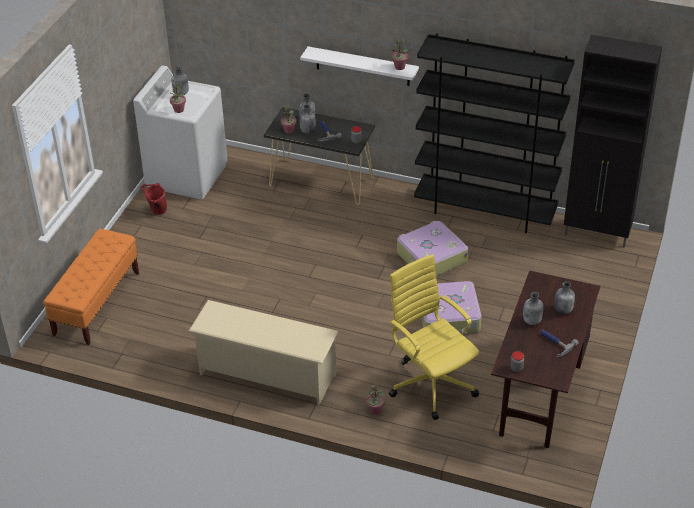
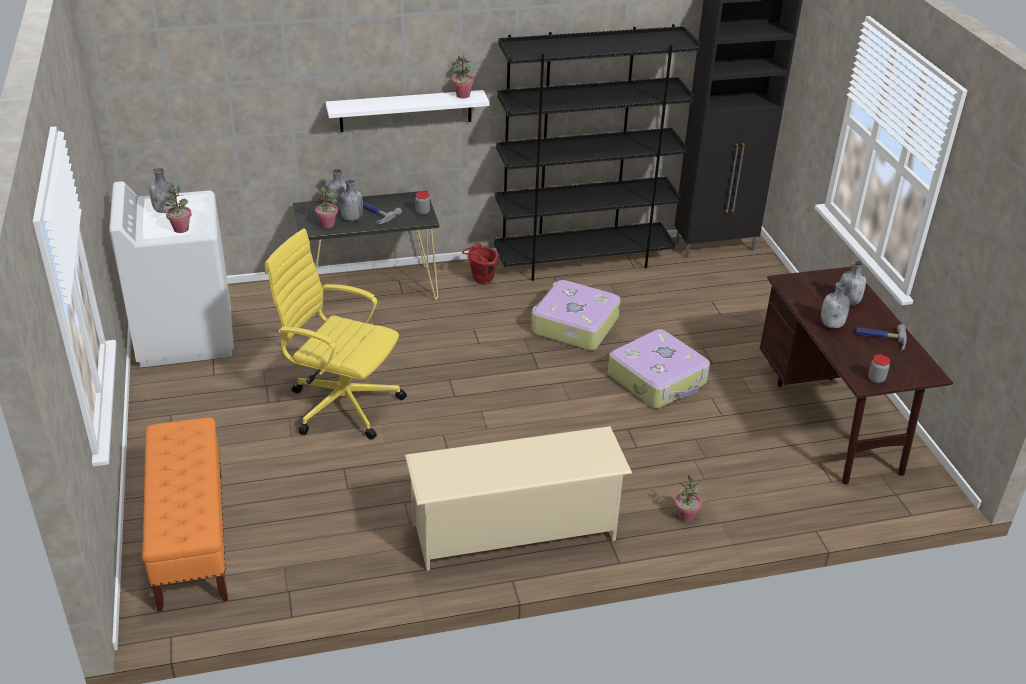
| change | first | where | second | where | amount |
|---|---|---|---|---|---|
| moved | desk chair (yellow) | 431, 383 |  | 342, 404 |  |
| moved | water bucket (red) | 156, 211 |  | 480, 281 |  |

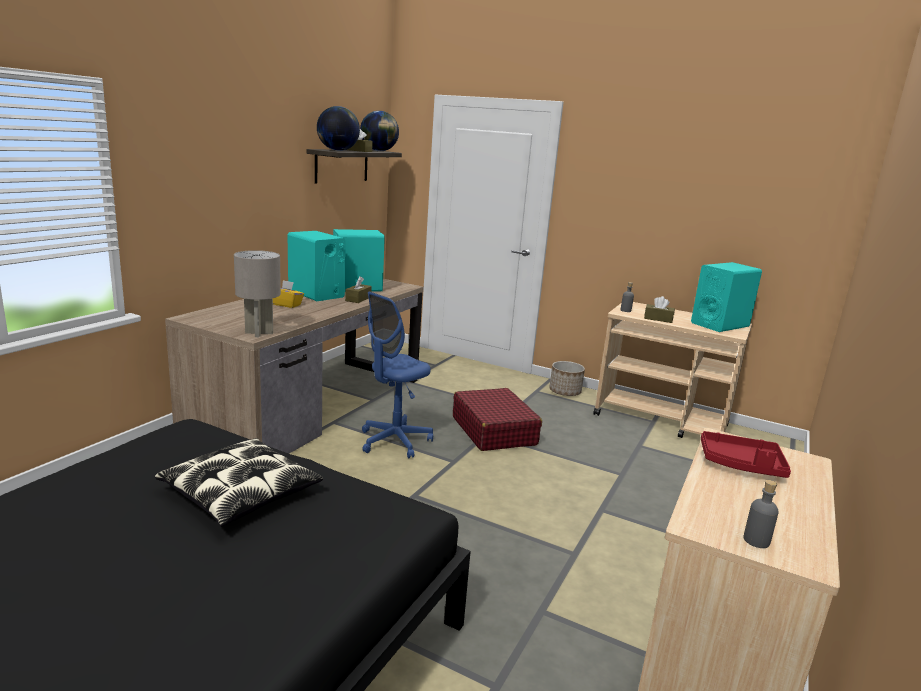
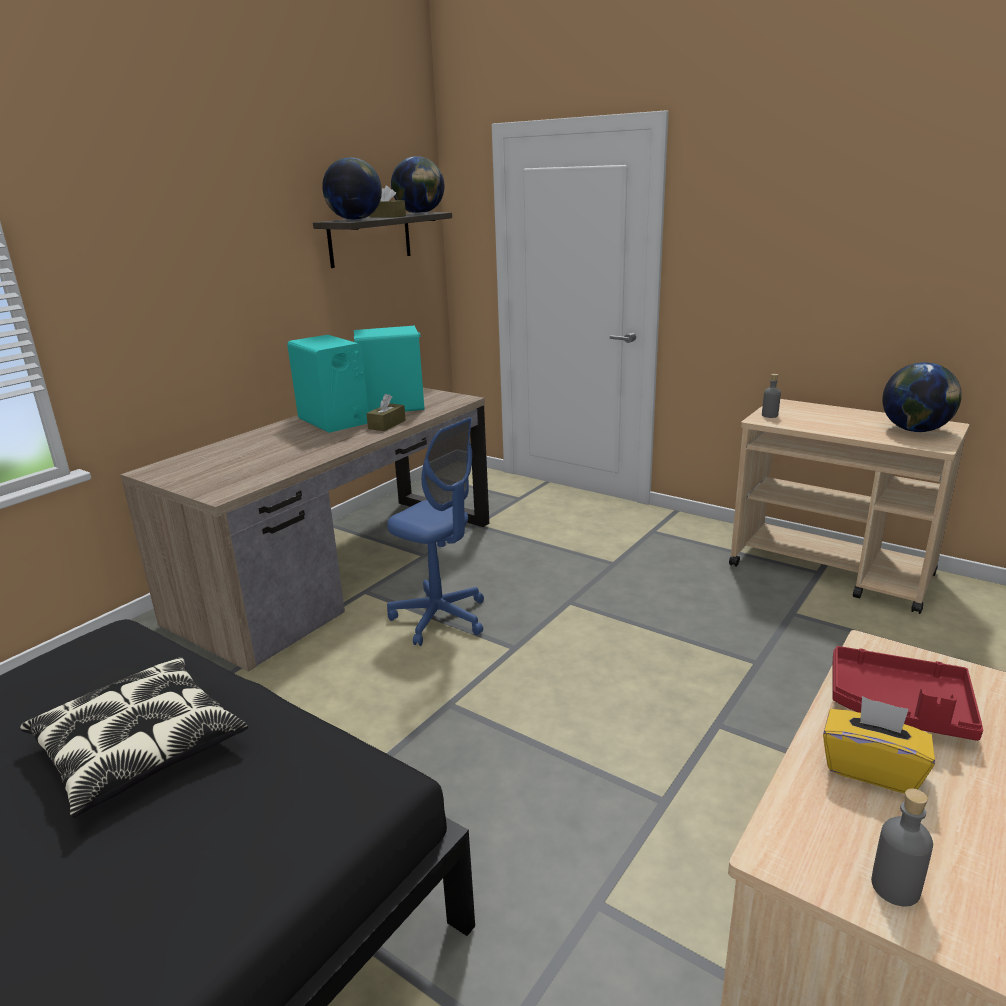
| change | first | where | second | where | amount |
|---|---|---|---|---|---|
| turned | desk chair (blue) | 394, 441 |  | 440, 618 | 105 degrees counterclockwise |
| moved | tissue box (yellow) | 286, 304 |  | 871, 768 |  |
| replaced | loudspeaker (turquoise-coloured) | 720, 325 | globe | 915, 430 |  |
| removed | lamp for a table (gray) | 259, 333 |  |  |  |
| removed | suitcase (red) | 494, 431 |  |  |  |
| removed | plant pot | 565, 392 |  |  |  |
| removed | tissue box (brownish) | 658, 319 |  |  |  |

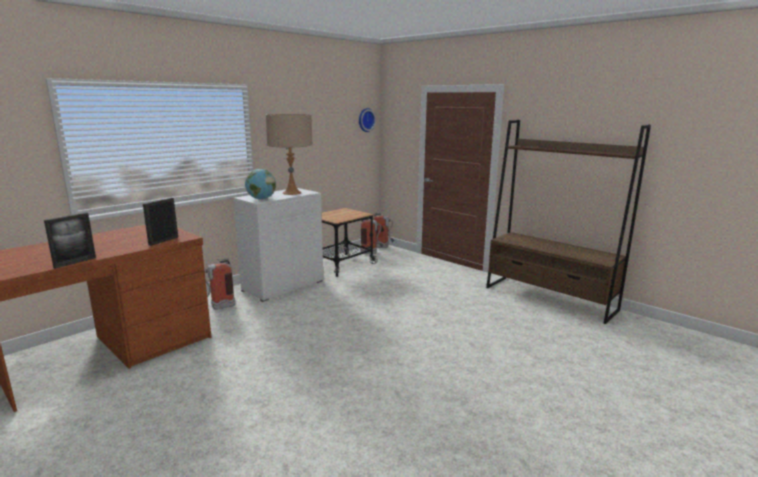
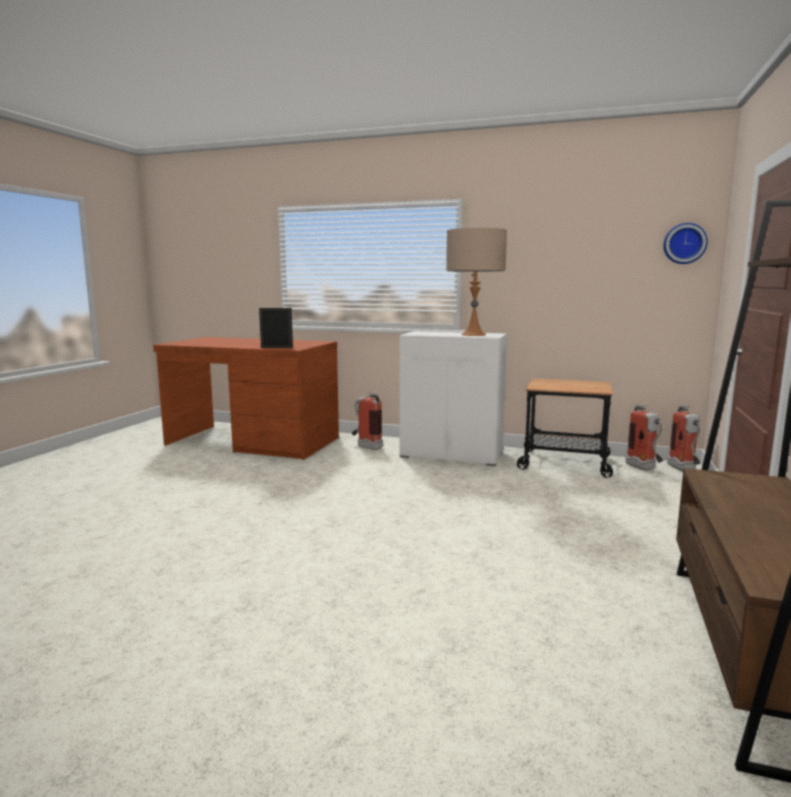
| change | first | where | second | where | amount |
|---|---|---|---|---|---|
| removed | picture frame | 75, 262 |  |  |  |
| removed | globe | 261, 199 |  |  |  |

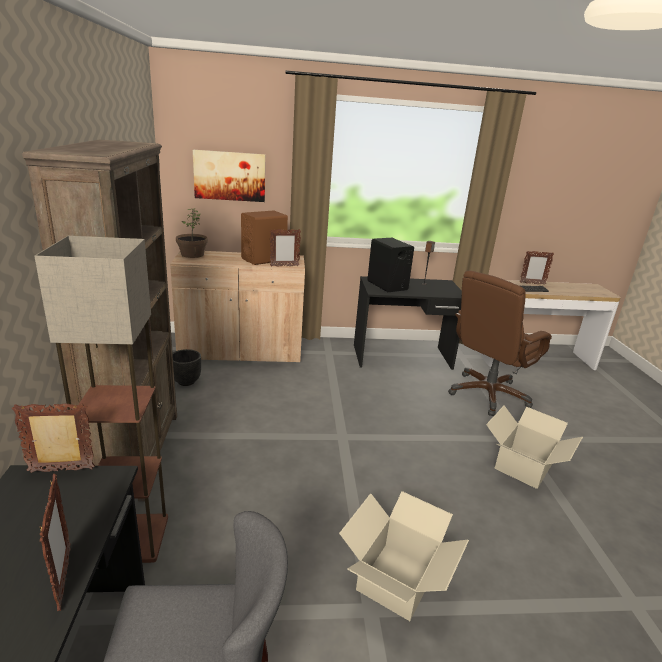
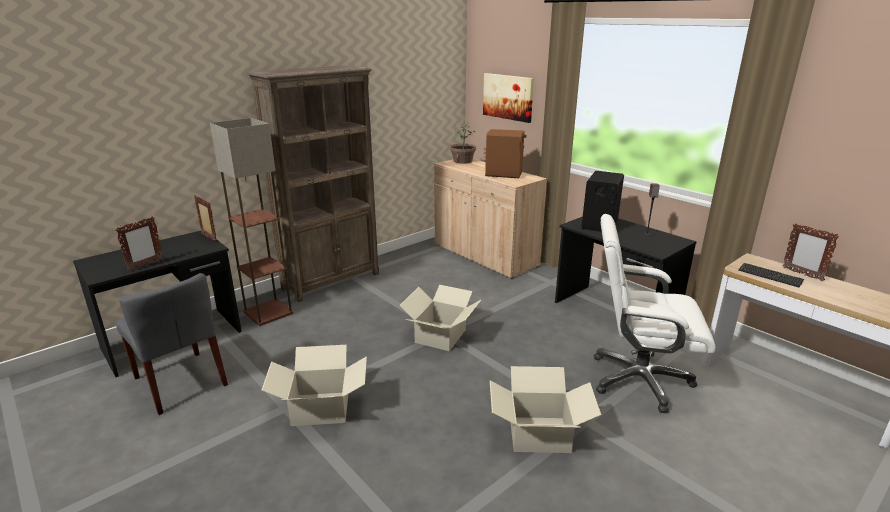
| change | first | where | second | where | amount |
|---|---|---|---|---|---|
| added |  |  | carton | 441, 336 |  |
| recoloured | desk chair (brownish) | 488, 394 | desk chair (white) | 638, 379 |  |
| removed | plant pot (black) | 186, 382 |  |  |  |
| removed | picture frame | 284, 266 |  |  |  |

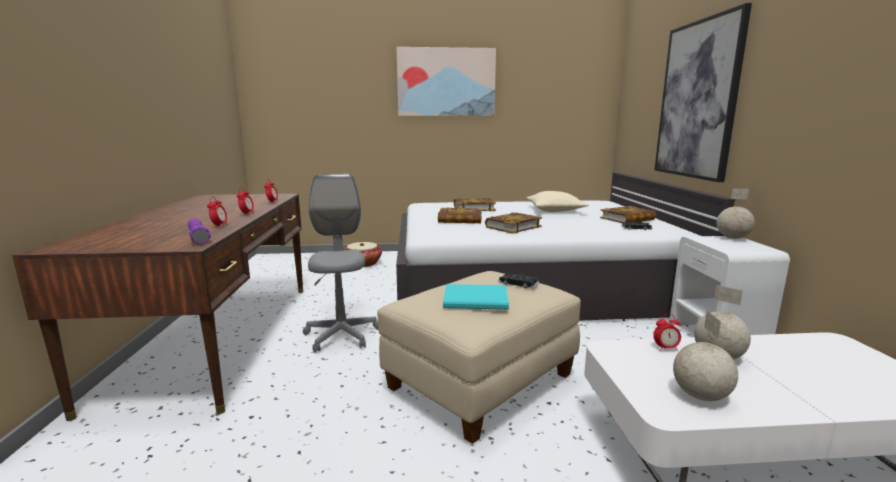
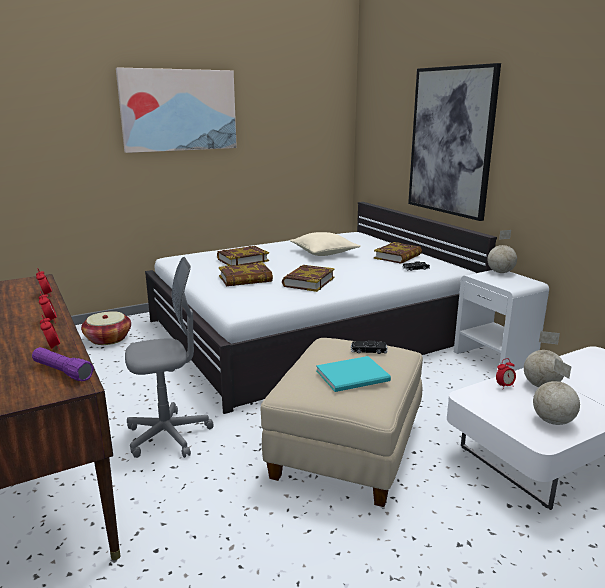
| change | first | where | second | where | amount |
|---|---|---|---|---|---|
| turned | desk chair (gray) | 341, 335 |  | 168, 435 | 105 degrees clockwise |

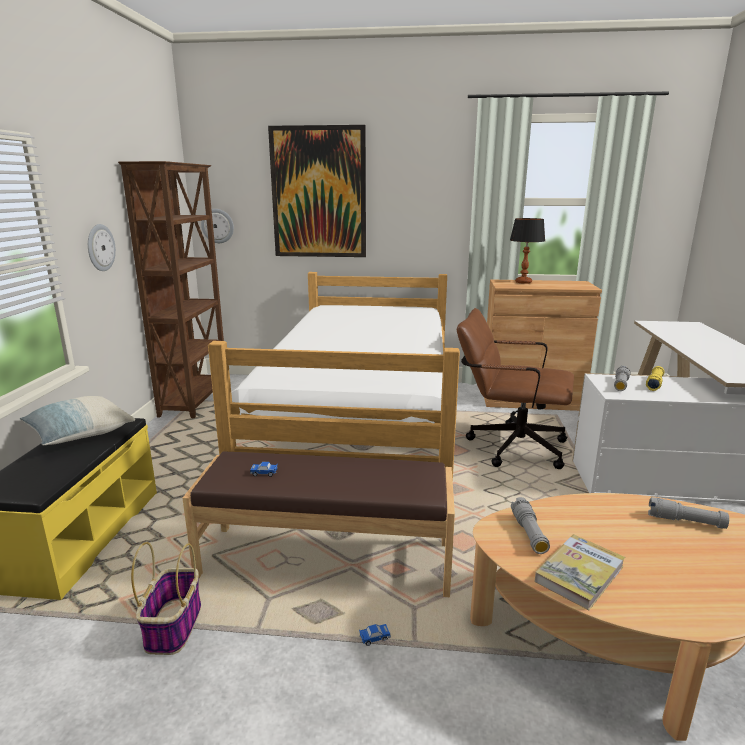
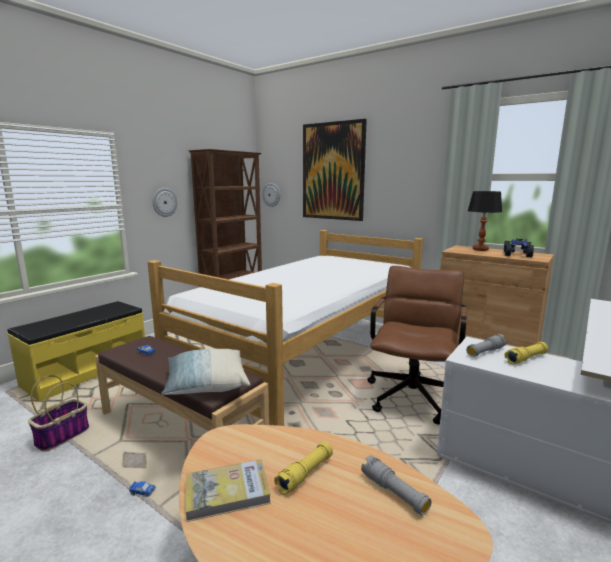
| change | first | where | second | where | amount |
|---|---|---|---|---|---|
| moved | throw pillow | 79, 434 |  | 206, 384 |  |
| added |  |  | flashlight (yellow) | 305, 474 |  |
| turned | desk chair (brownish) | 508, 445 |  | 413, 393 | 60 degrees clockwise |
| added |  |  | toy car | 517, 254 |  |
| removed | flashlight (gray) | 529, 533 |  |  |  |

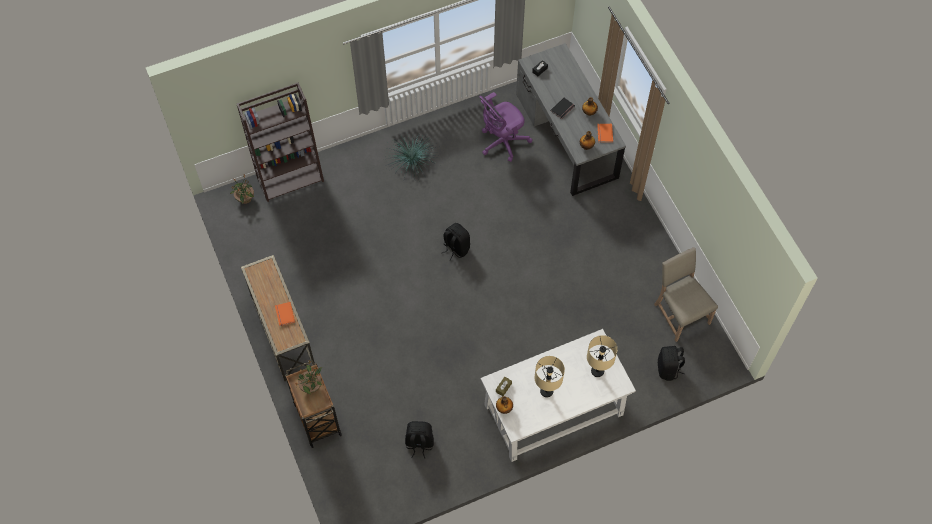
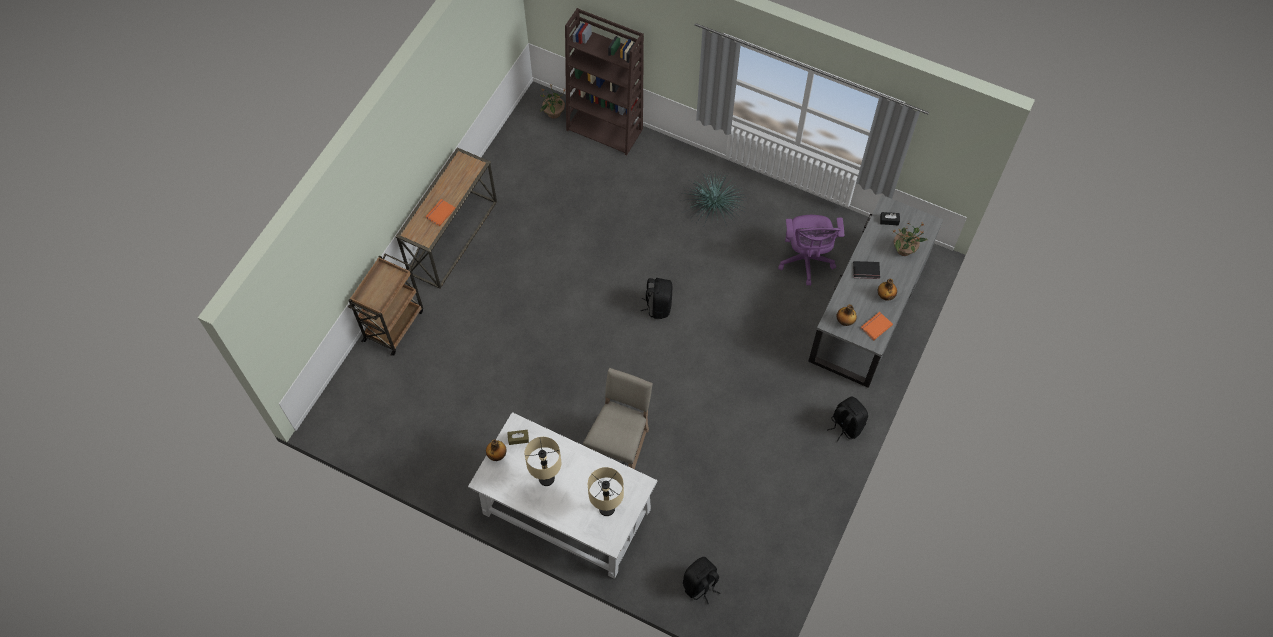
| change | first | where | second | where | amount |
|---|---|---|---|---|---|
| moved | upright chair (beige-coloured) | 679, 313 |  | 619, 444 |  |
| turned | desk chair (purple-coloured) | 502, 143 |  | 806, 261 | 105 degrees counterclockwise |
| moved | rucksack (black) | 419, 443 |  | 845, 426 |  |
| moved | plant in a pot | 311, 386 |  | 904, 249 |  |

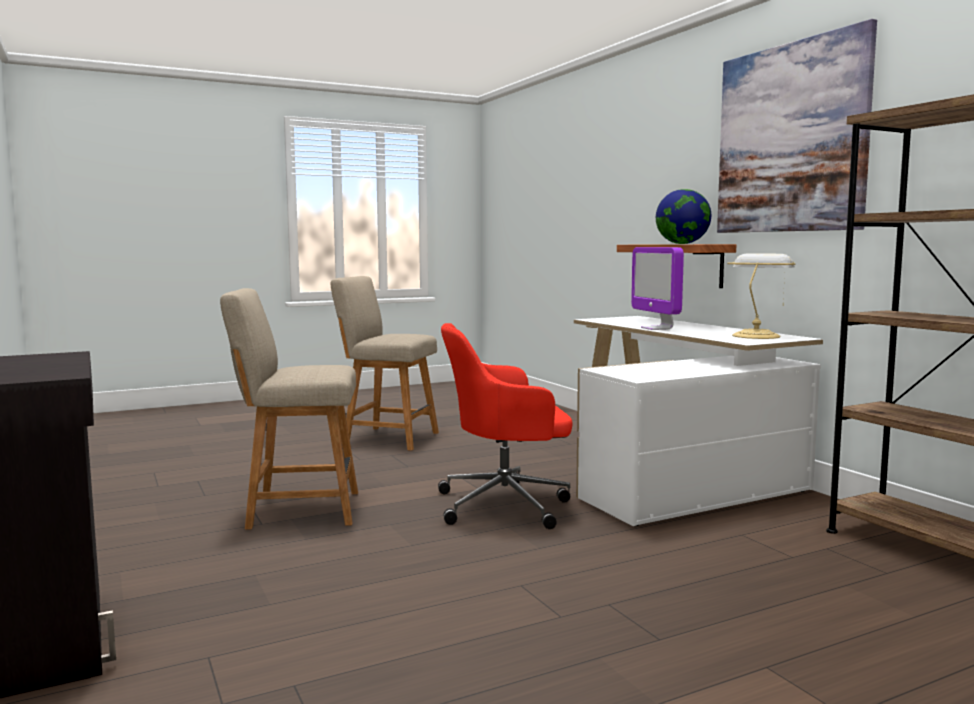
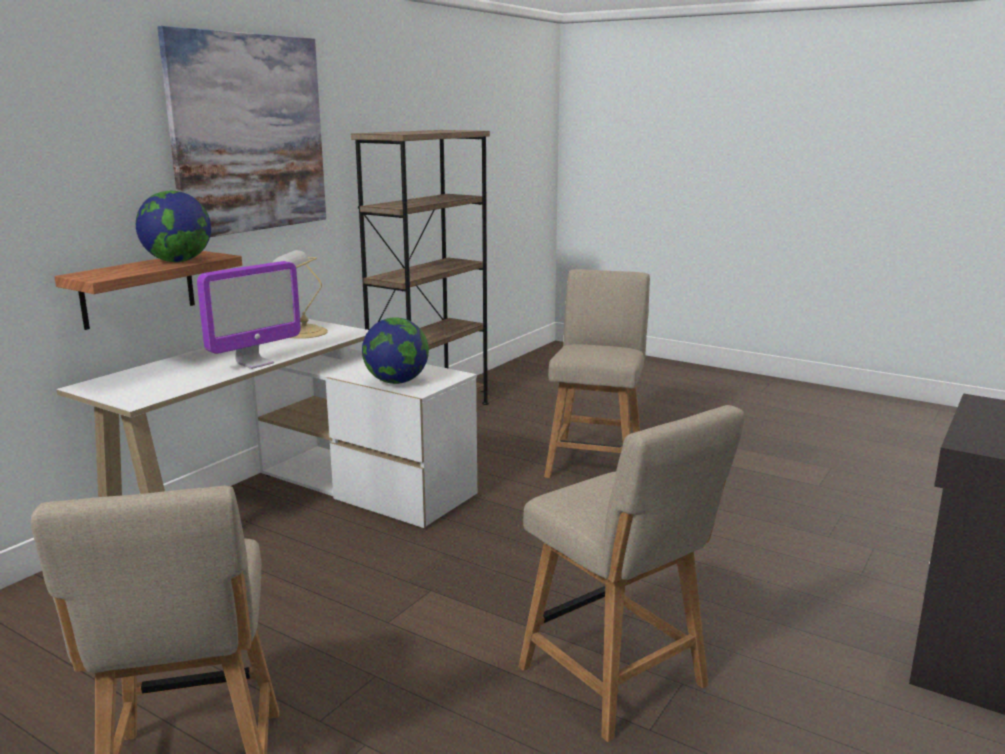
| change | first | where | second | where | amount |
|---|---|---|---|---|---|
| added |  |  | globe | 396, 382 |  |
| added |  |  | upright chair (beige-coloured) | 595, 462 |  |
| removed | desk chair (red) | 506, 504 |  |  |  |

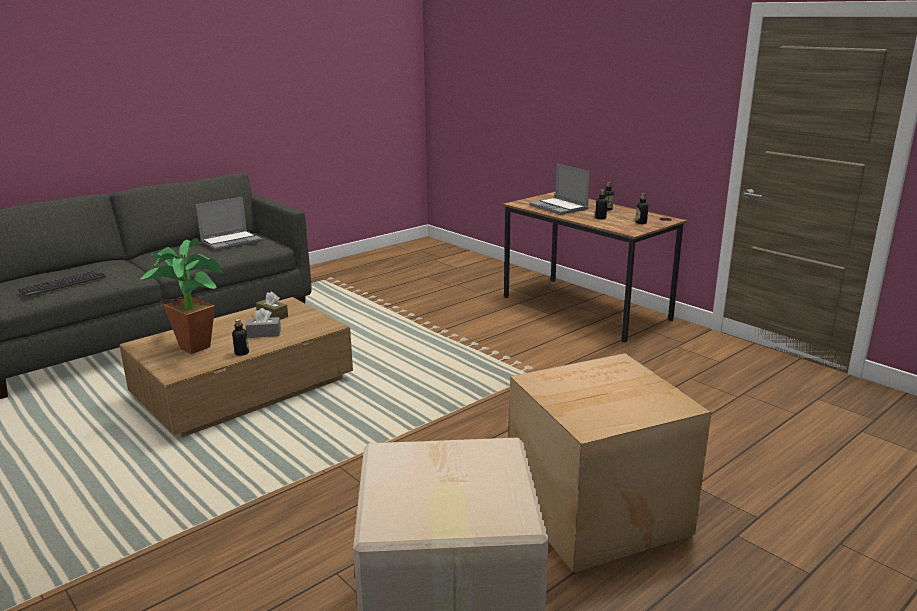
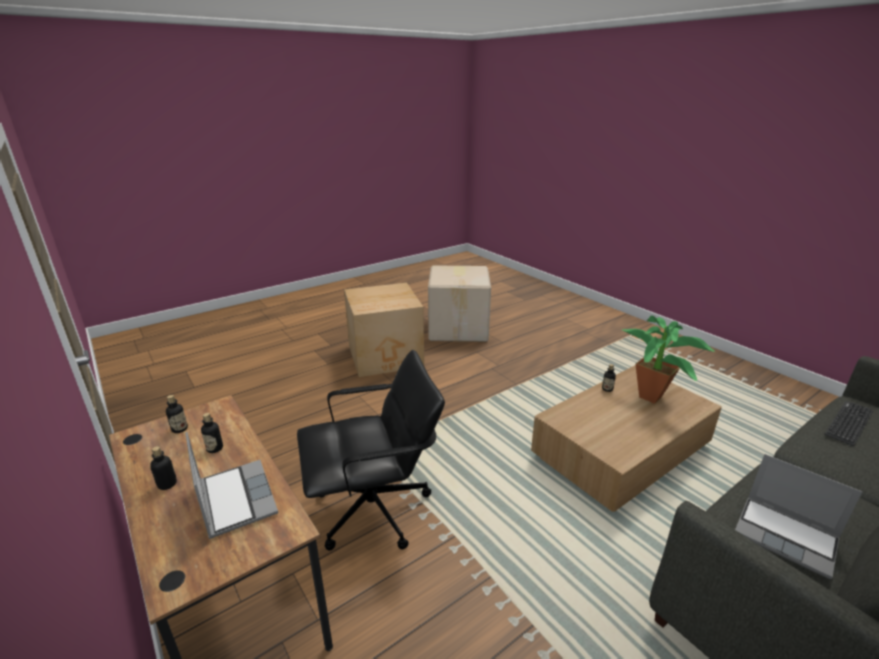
| change | first | where | second | where | amount |
|---|---|---|---|---|---|
| added |  |  | desk chair (black) | 374, 510 |  |
| turned | portable computer | 231, 241 |  | 786, 536 | 105 degrees counterclockwise |
| removed | tissue box (gray) | 264, 333 |  |  |  |
| removed | tissue box (brownish) | 272, 315 |  |  |  |

